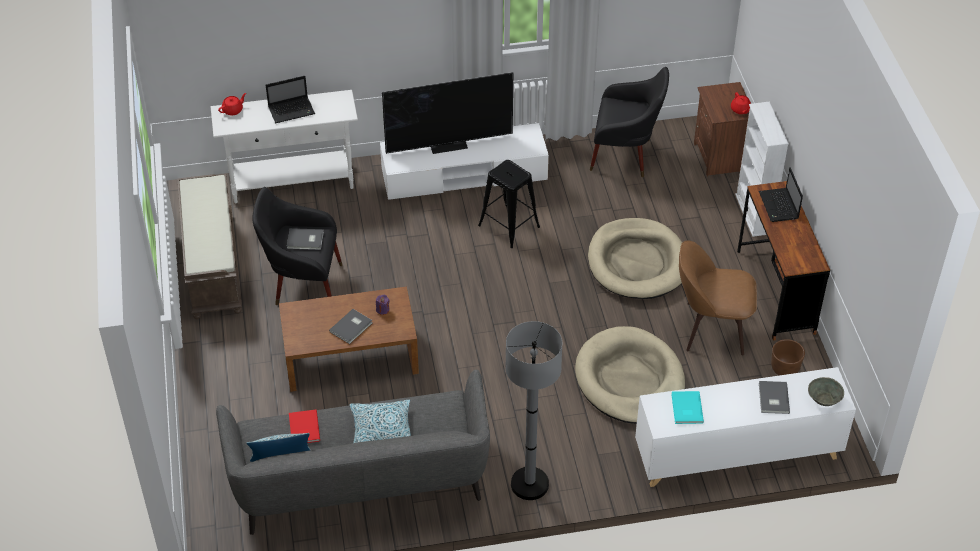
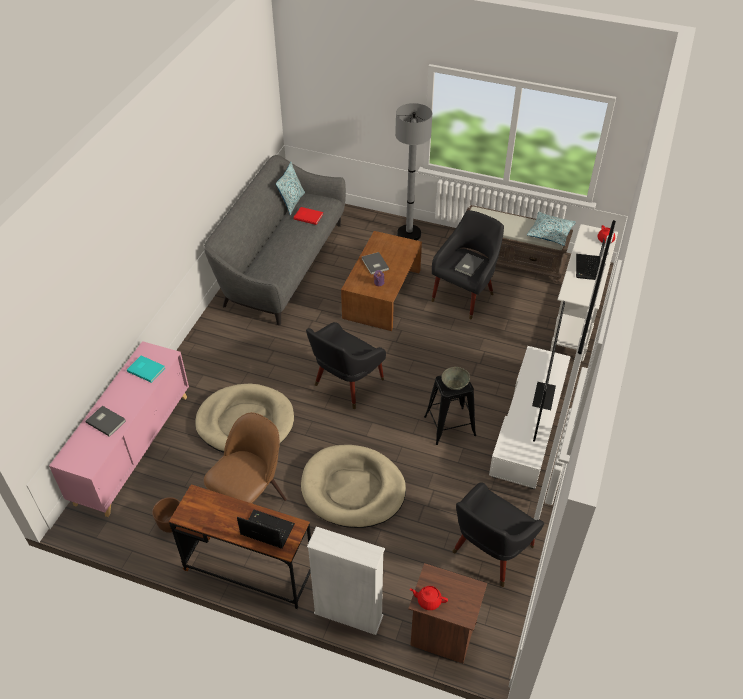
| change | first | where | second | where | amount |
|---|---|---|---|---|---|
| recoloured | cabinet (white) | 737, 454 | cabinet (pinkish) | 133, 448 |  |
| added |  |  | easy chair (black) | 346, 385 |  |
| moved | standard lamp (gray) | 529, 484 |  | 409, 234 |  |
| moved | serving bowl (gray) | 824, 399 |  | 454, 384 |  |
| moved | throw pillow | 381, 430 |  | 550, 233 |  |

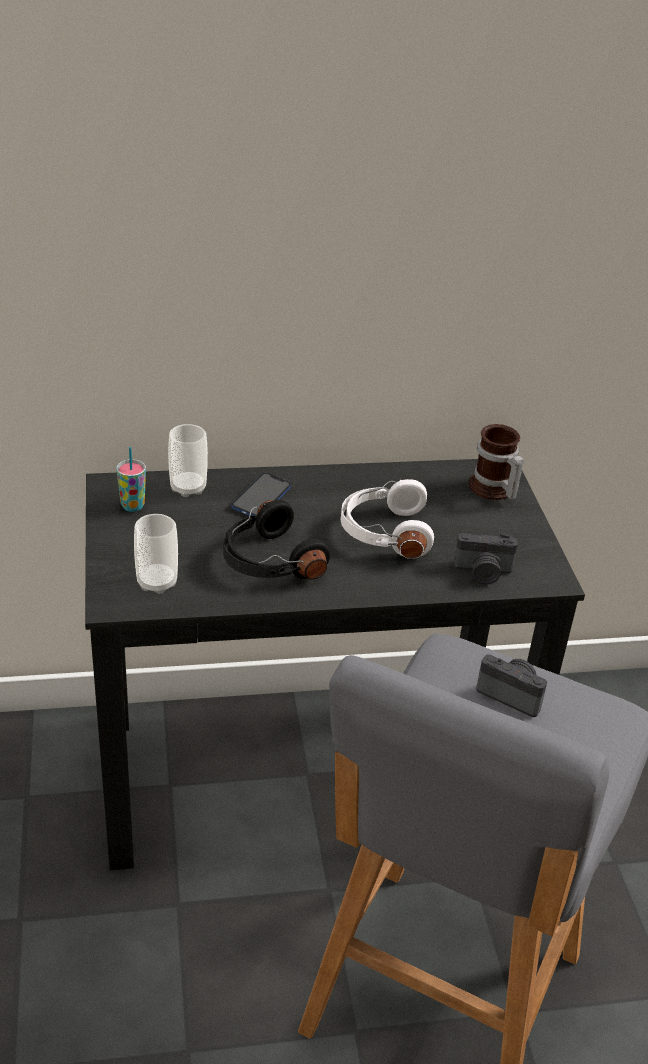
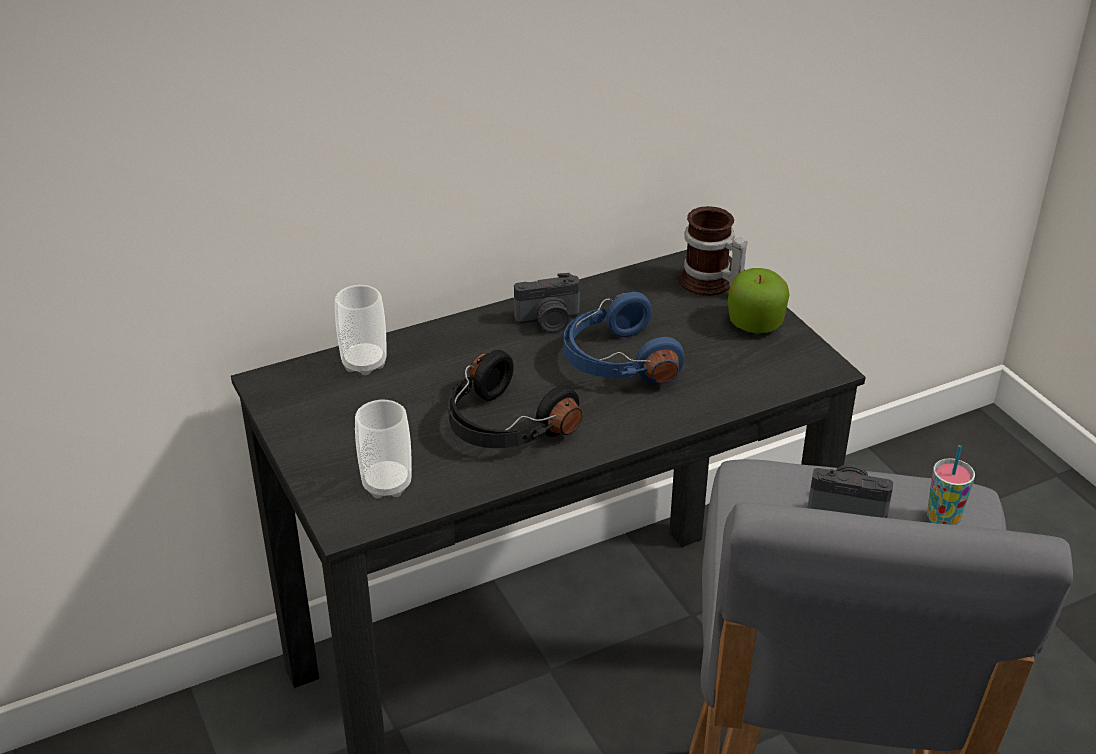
| change | first | where | second | where | amount |
|---|---|---|---|---|---|
| moved | still camera | 483, 572 |  | 549, 321 |  |
| recoloured | headphones (white) | 384, 532 | headphones (blue) | 616, 361 |  |
| added |  |  | apple fruit | 755, 323 |  |
| moved | cup | 132, 506 |  | 942, 520 |  |
| removed | telephone | 261, 497 |  |  |  |

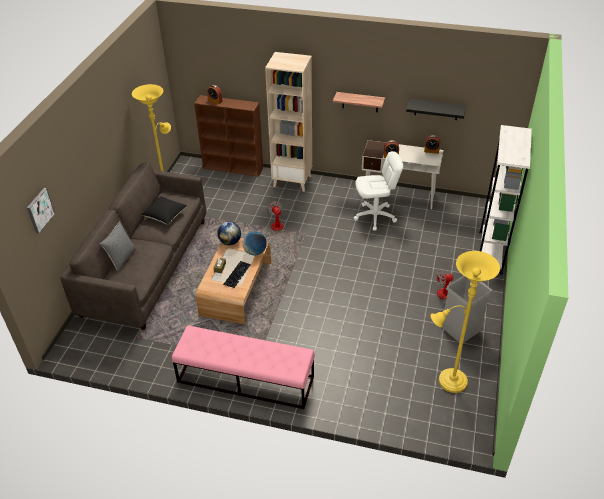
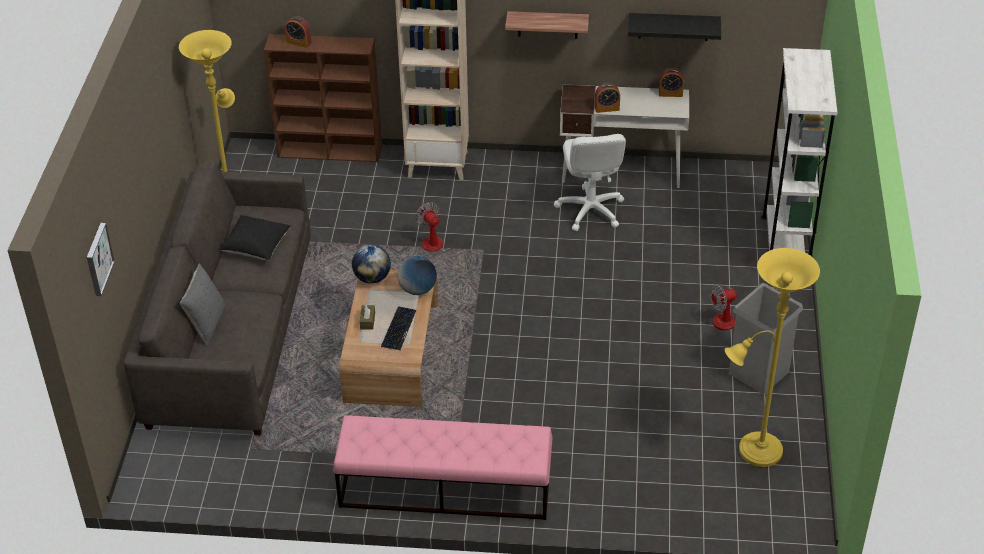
| change | first | where | second | where | amount |
|---|---|---|---|---|---|
| turned | desk chair (white) | 375, 216 |  | 590, 210 | 105 degrees clockwise |

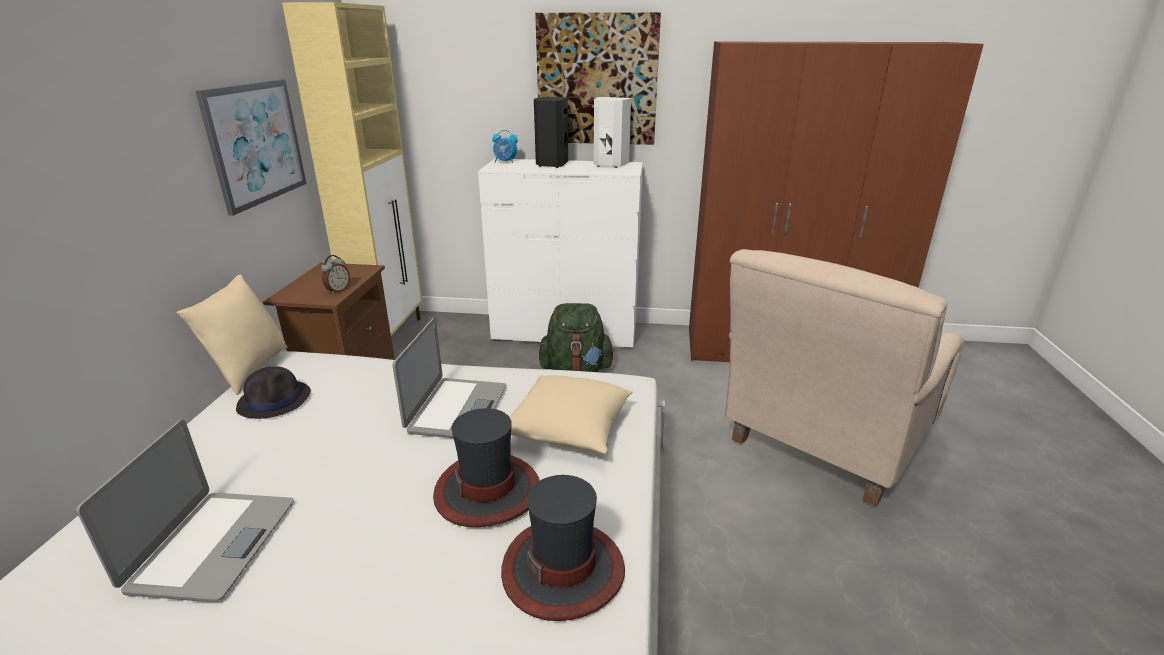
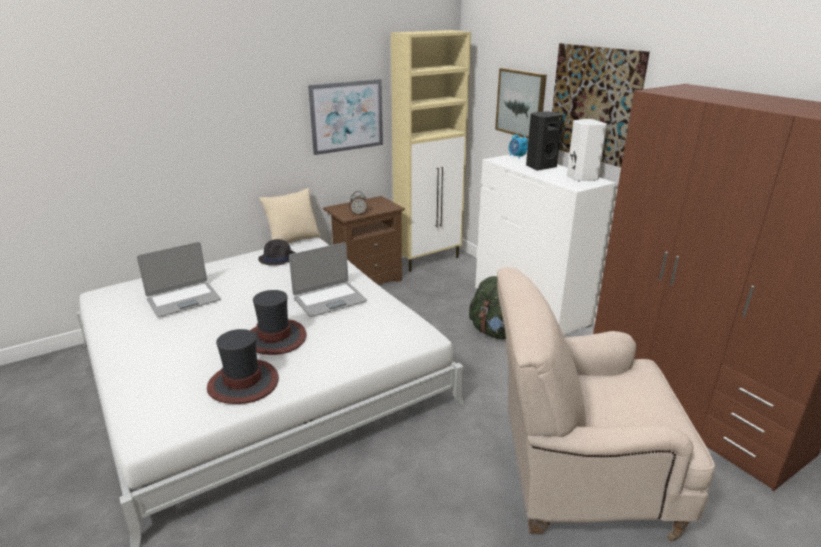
| change | first | where | second | where | amount |
|---|---|---|---|---|---|
| added |  |  | wall picture | 521, 103 |  |
| removed | throw pillow (beige-coloured) | 569, 430 |  |  |  |

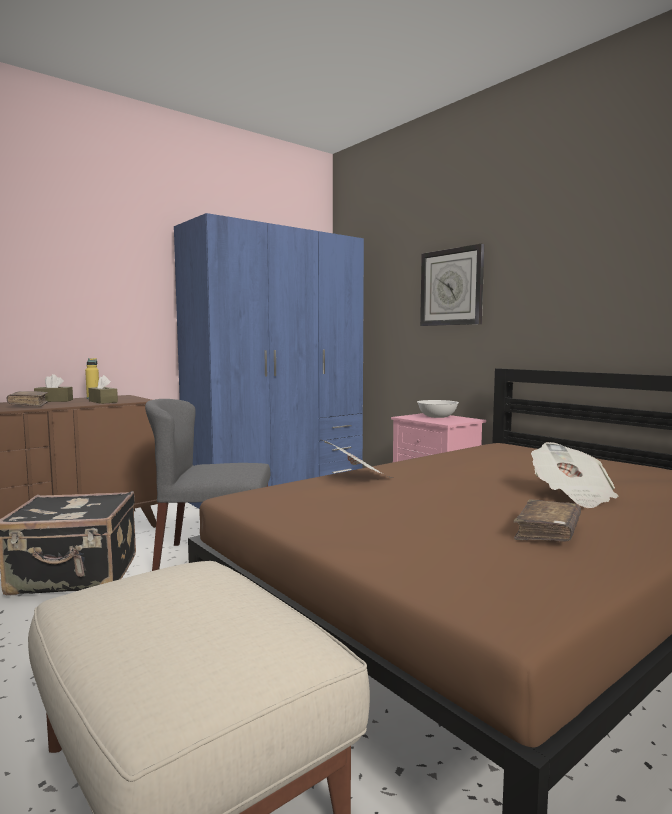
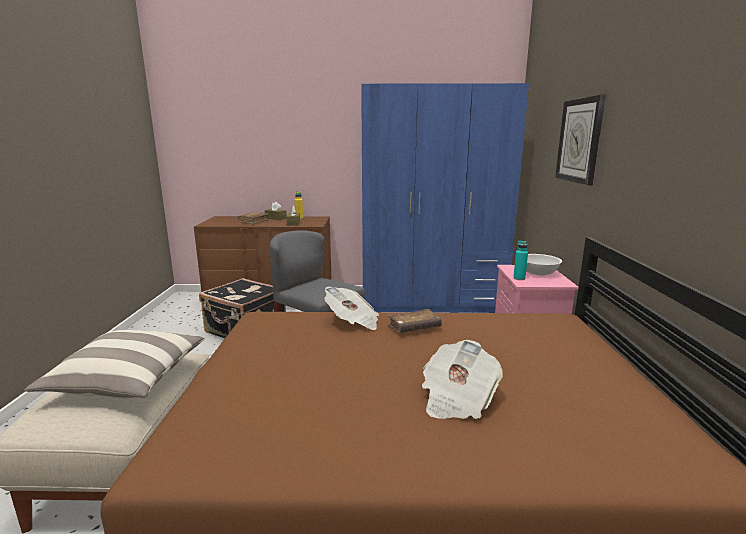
| change | first | where | second | where | amount |
|---|---|---|---|---|---|
| added |  |  | throw pillow | 128, 380 |  |
| moved | book (brownish) | 547, 532 |  | 414, 328 |  |
| added |  |  | drink bottle (turquoise-coloured) | 519, 278 |  |

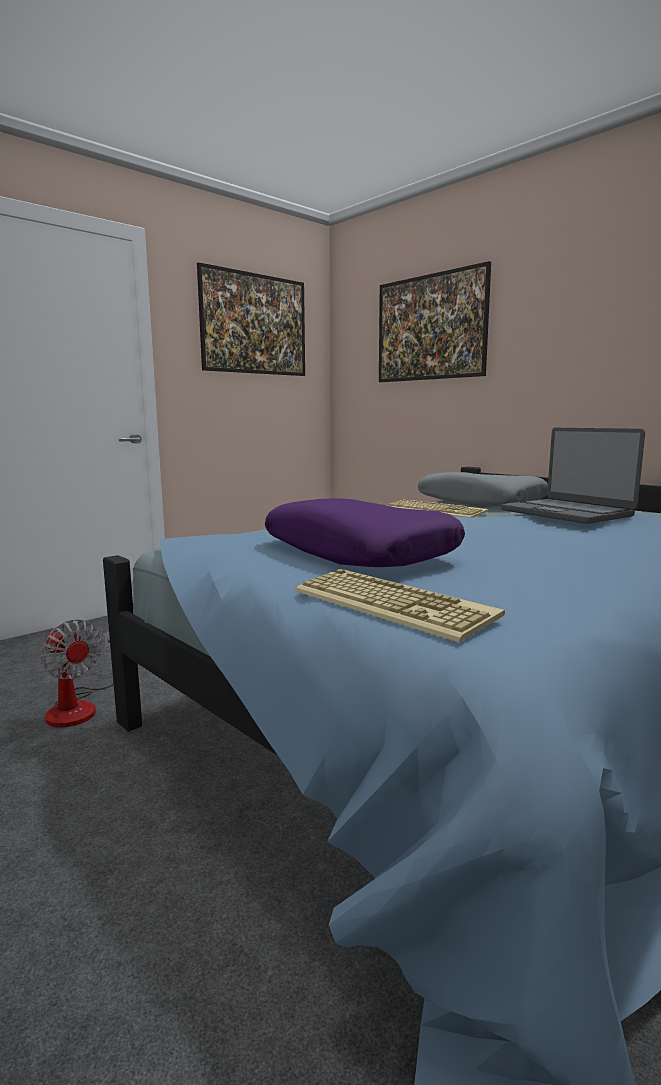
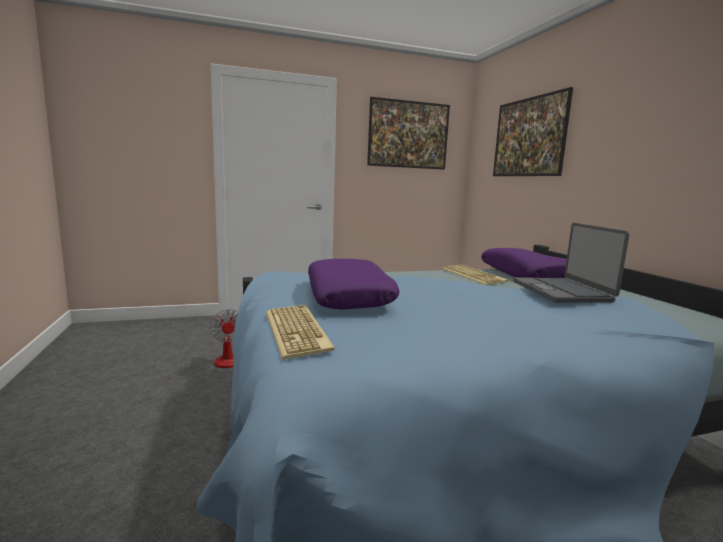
| change | first | where | second | where | amount |
|---|---|---|---|---|---|
| recoloured | throw pillow (gray) | 480, 502 | throw pillow (purple-coloured) | 524, 273 |  |

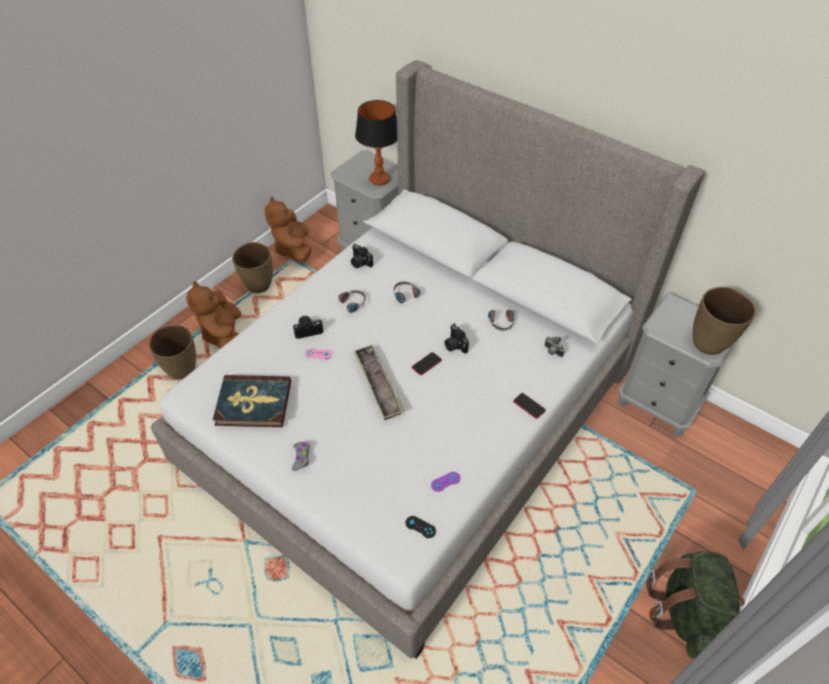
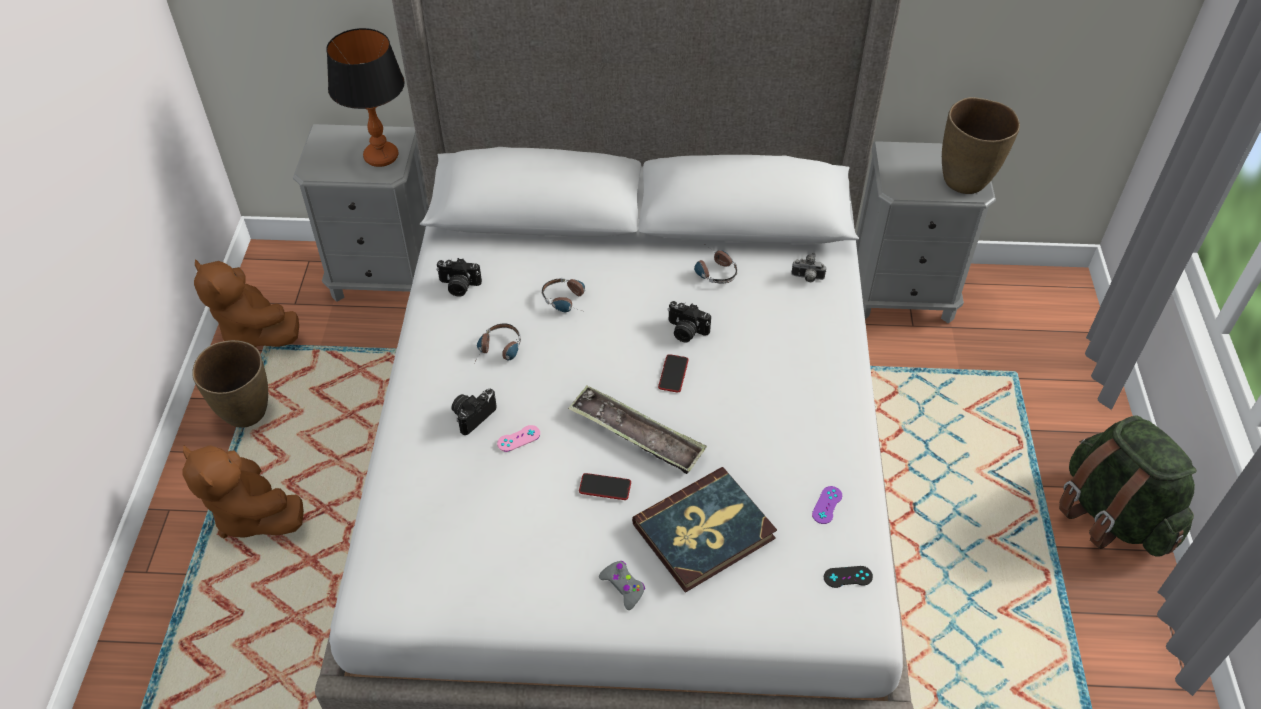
| change | first | where | second | where | amount |
|---|---|---|---|---|---|
| moved | telephone | 529, 406 |  | 605, 487 |  |
| moved | book | 253, 403 |  | 704, 532 |  |
| removed | flower vase (brownish) | 183, 370 |  |  |  |

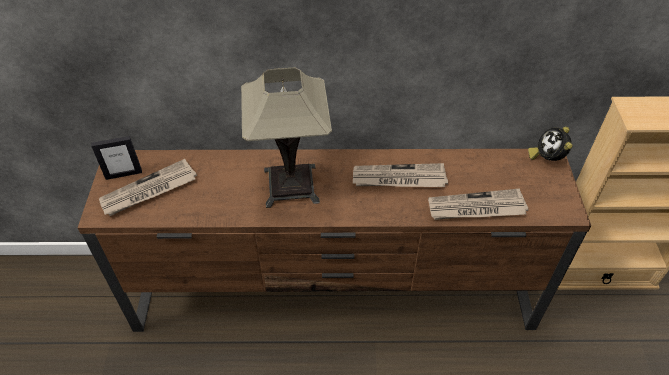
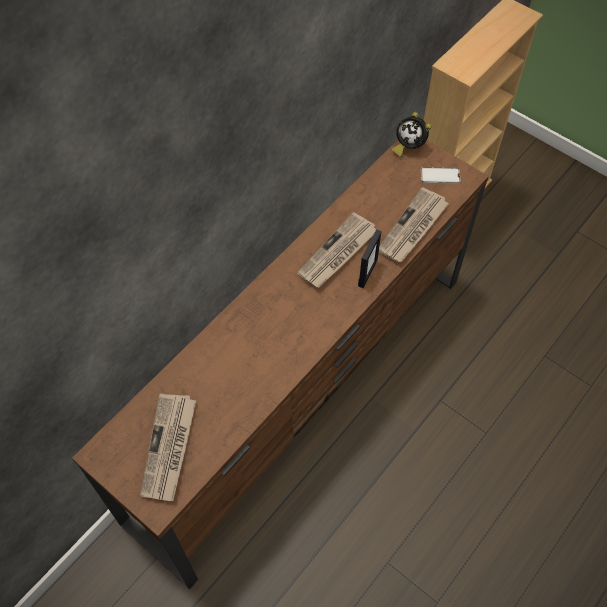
| change | first | where | second | where | amount |
|---|---|---|---|---|---|
| moved | picture frame | 123, 174 |  | 367, 272 |  |
| added |  |  | telephone | 440, 176 |  |
| removed | lamp for a table | 291, 185 |  |  |  |

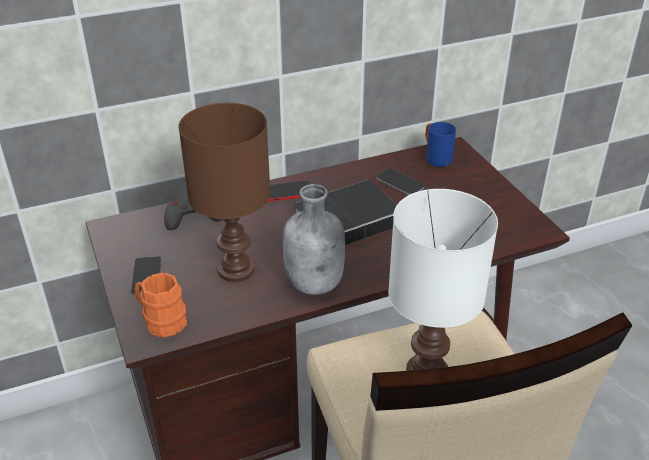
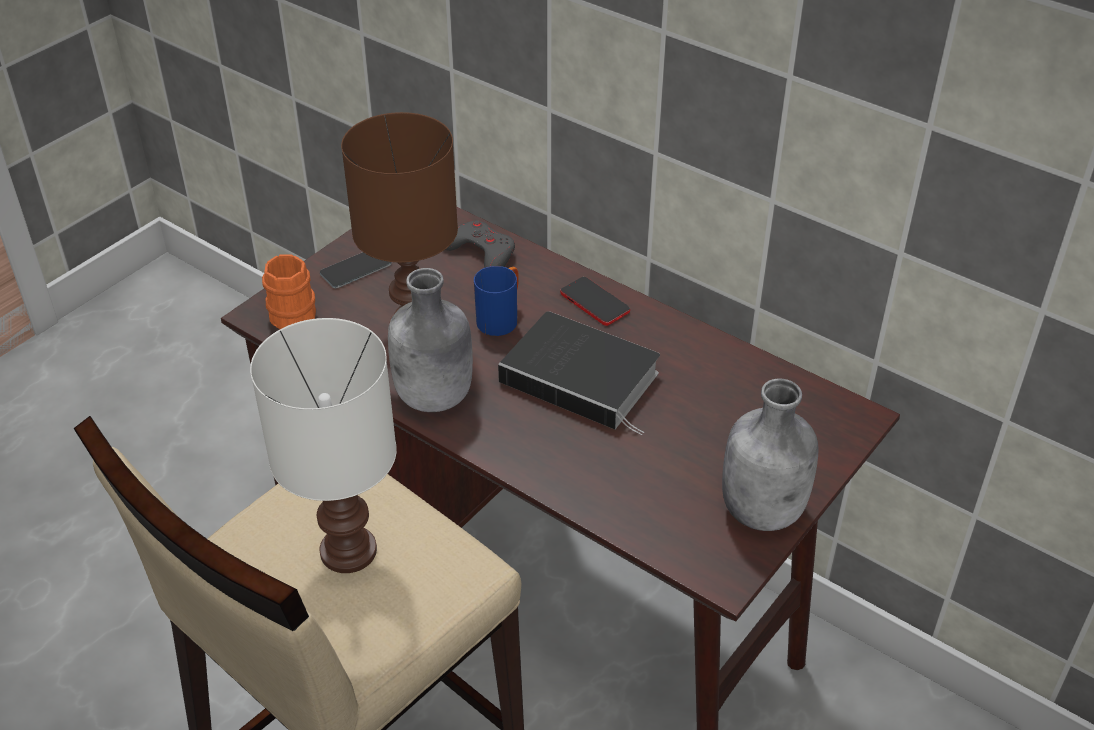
| change | first | where | second | where | amount |
|---|---|---|---|---|---|
| moved | tea mug (blue) | 435, 157 |  | 501, 318 |  |
| added |  |  | drink bottle (gray) | 764, 510 |  |
| removed | telephone | 400, 182 |  |  |  |

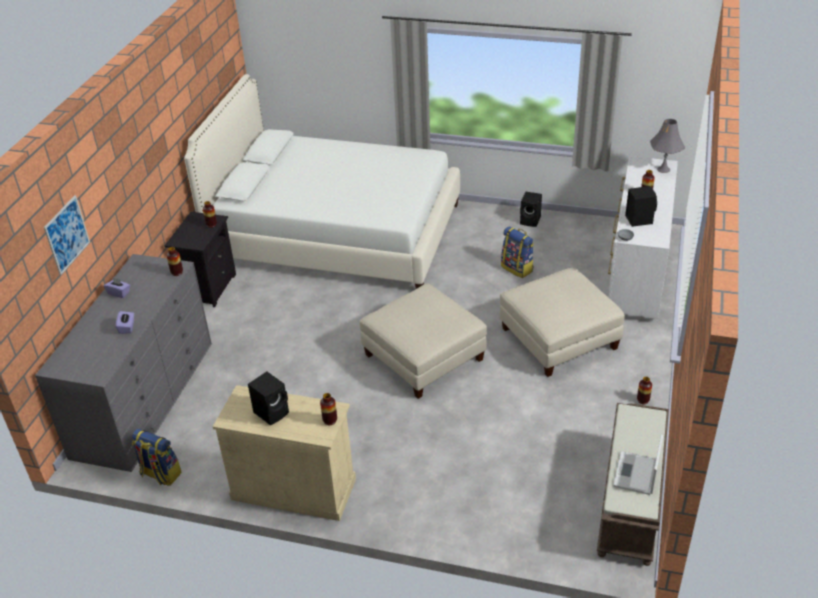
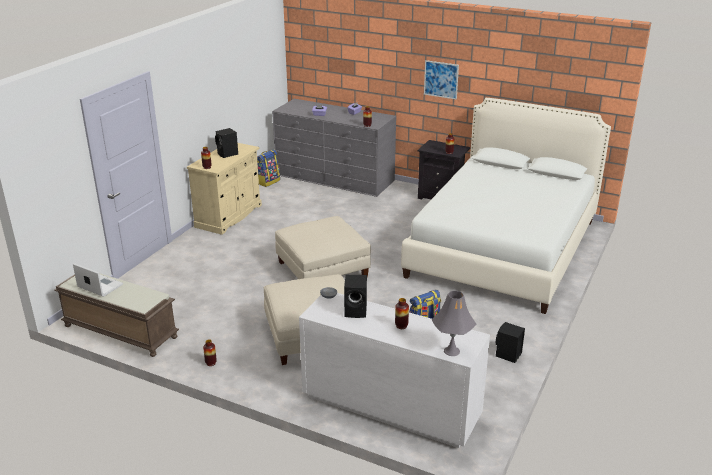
| change | first | where | second | where | amount |
|---|---|---|---|---|---|
| moved | wall picture | 67, 235 |  | 441, 79 |  |

